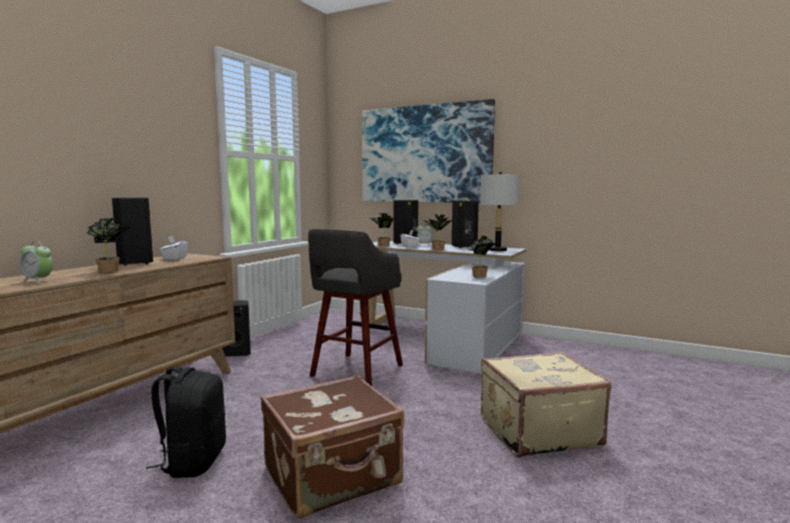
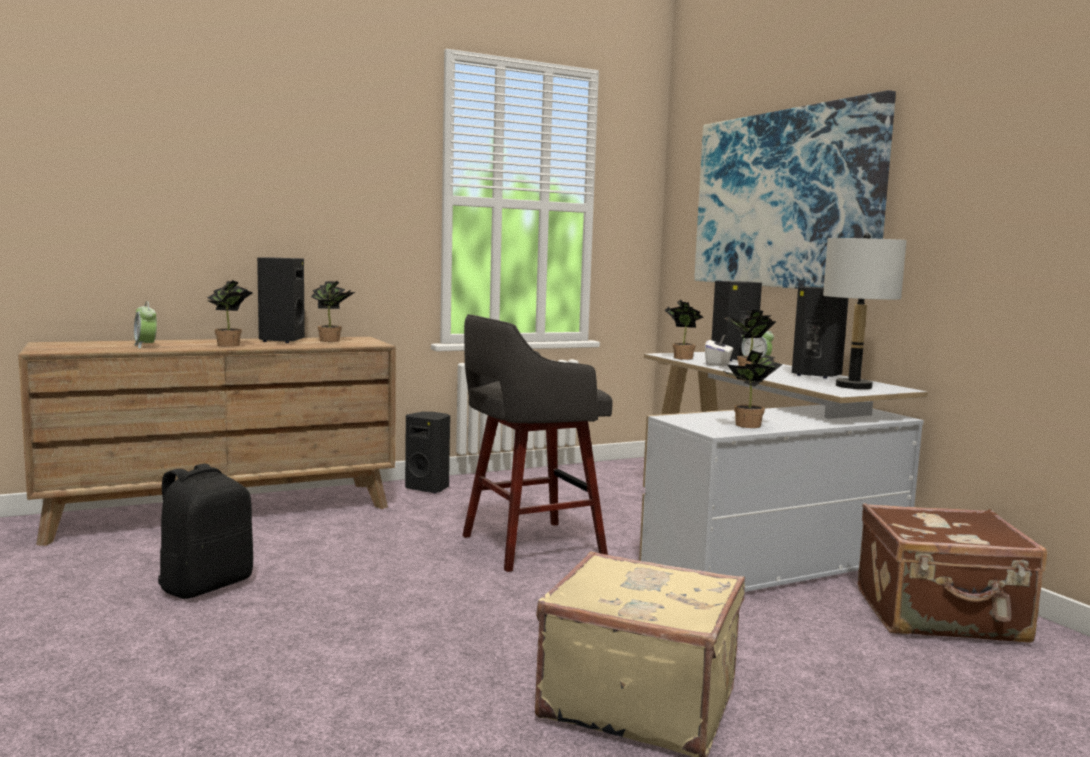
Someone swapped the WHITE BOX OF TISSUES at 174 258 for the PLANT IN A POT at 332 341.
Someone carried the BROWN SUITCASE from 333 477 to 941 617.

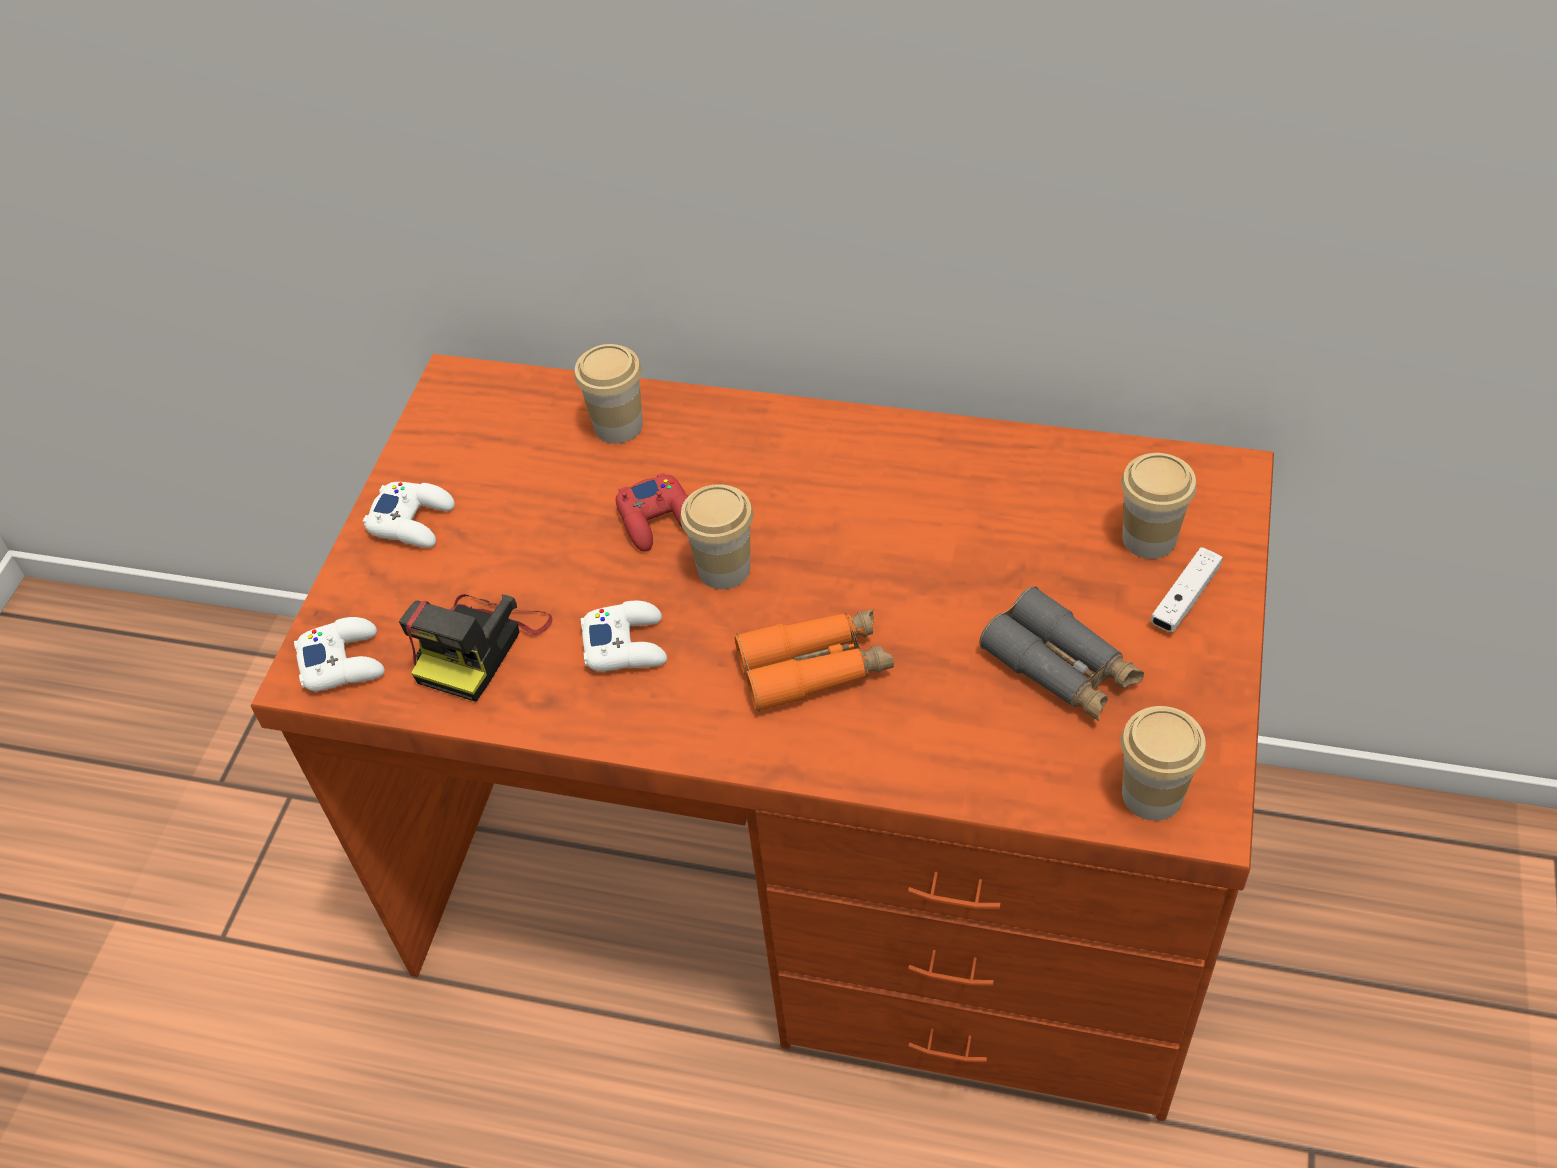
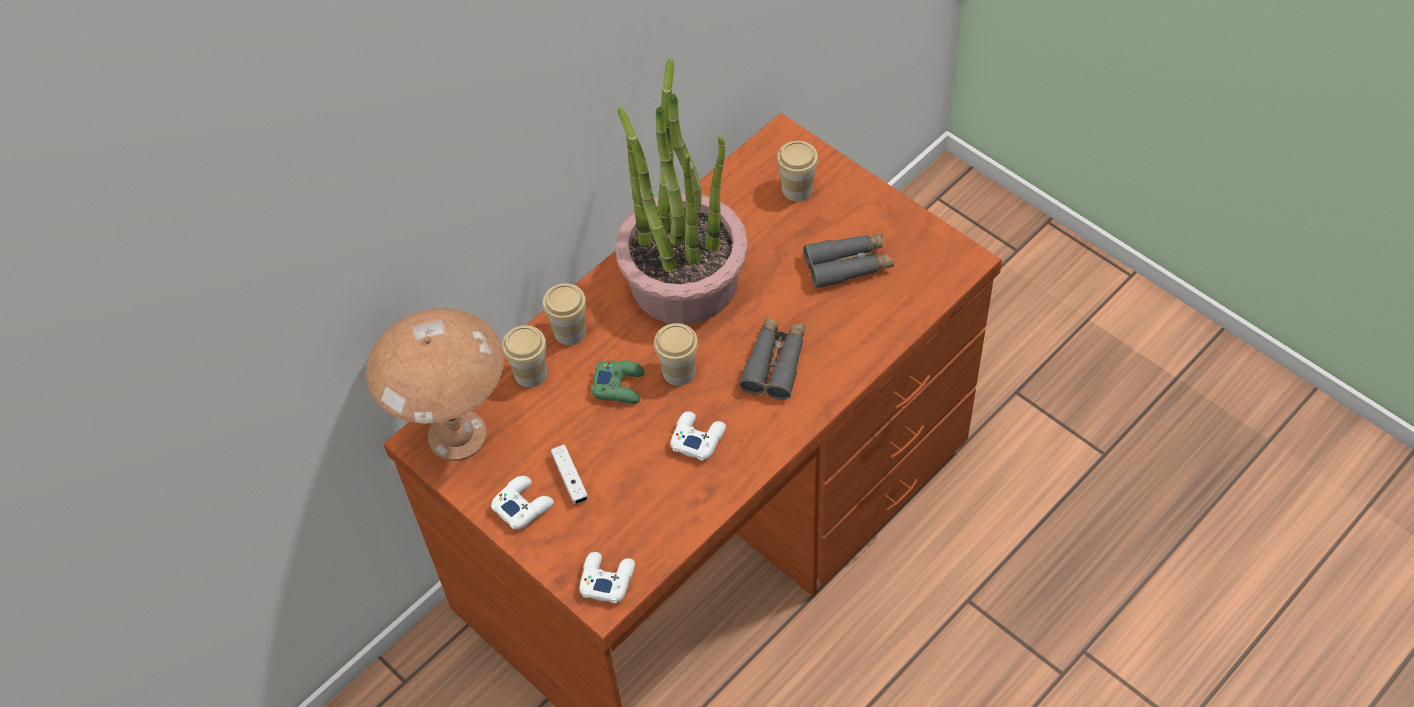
Someone repainted the RED-COLOURED GAME CONTROLLER at 658 519, which became the GREEN-COLOURED GAME CONTROLLER at 619 385.
Someone carried the WHITE GAME CONTROLLER from 1185 598 to 570 479.
Someone took away the STILL CAMERA at 480 646.
Someone repainted the ORANGE-COLOURED FIELD GLASSES at 815 668, which became the GRAY FIELD GLASSES at 775 363.
Someone carried the SMALL CUP from 1152 794 to 570 332.
Someone put down the PLANT IN A POT at 684 279.
Someone put down the BROWN TABLE LAMP at 457 434.

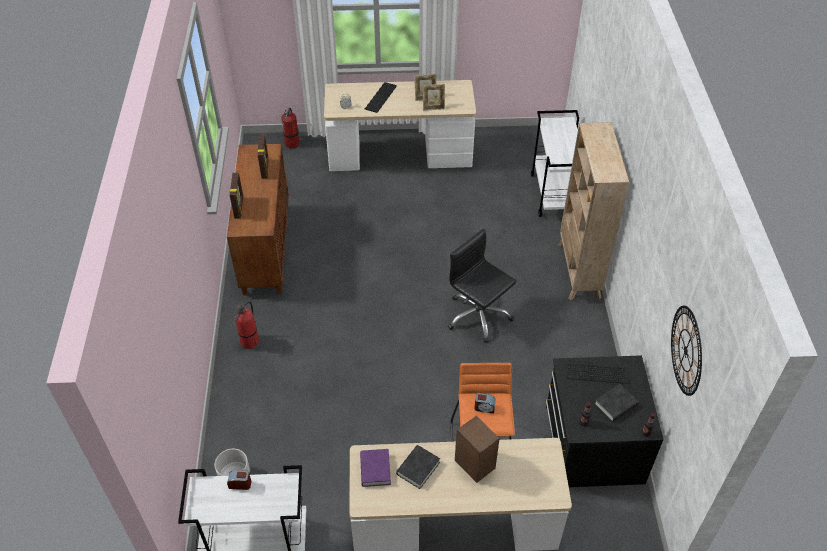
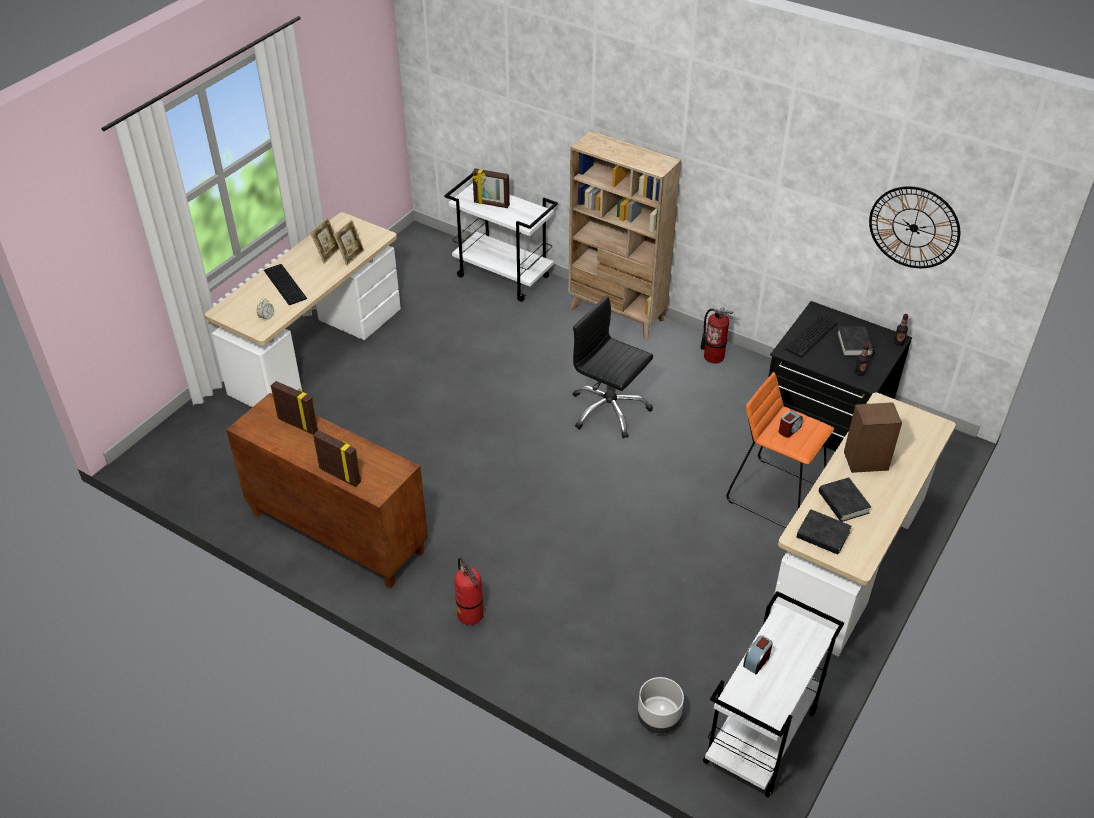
Someone carried the EXTINGUISHER from 292 143 to 713 356.
Someone rotated the BLACK-COLOURED OFFICE CHAIR at 478 316 by 45 degrees clockwise.
Someone repainted the PURPLISH VOLUME at 375 469, which became the BLACK-COLOURED VOLUME at 822 535.
Someone put down the STANDING FRAME at 491 204.

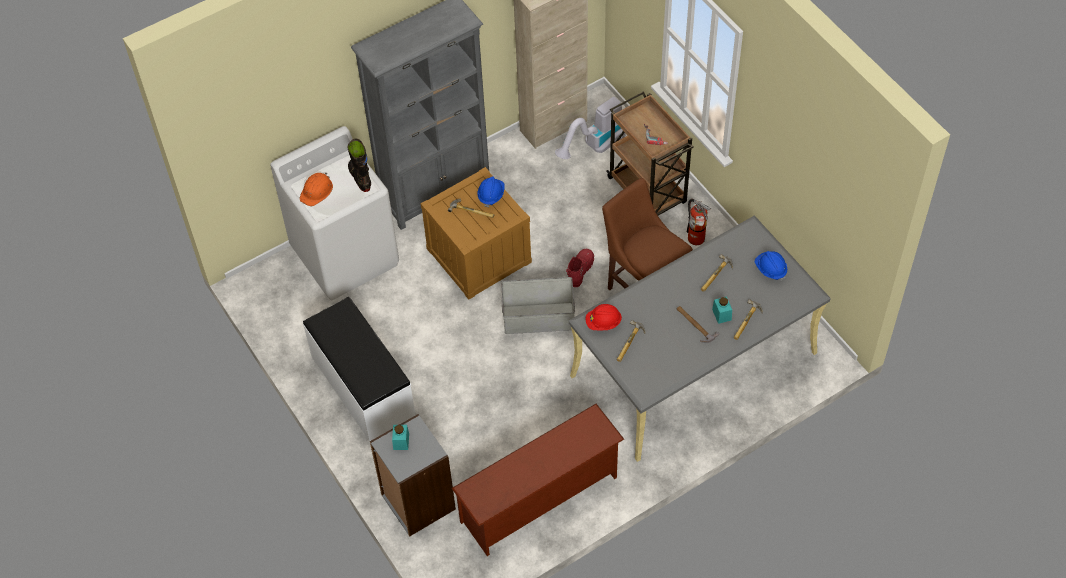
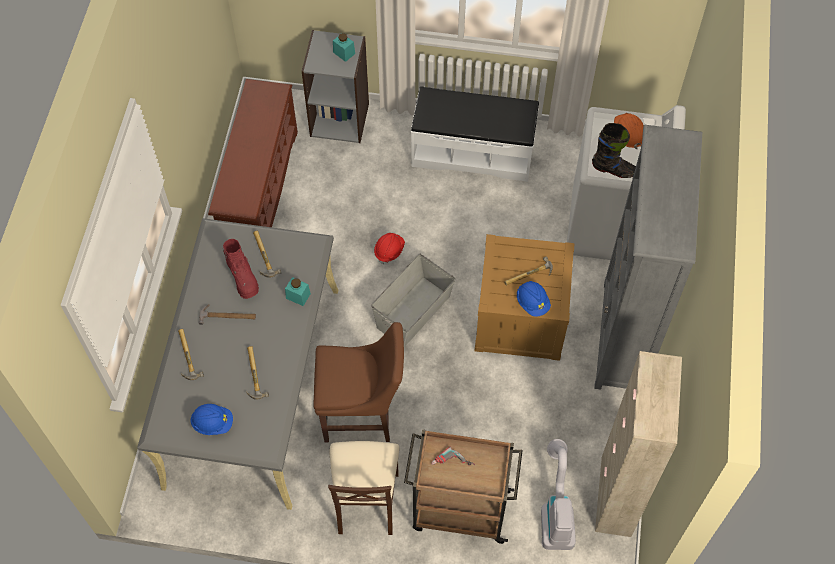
Someone swapped the EXTINGUISHER at 696 240 for the SAND-COLOURED PLAIN CHAIR at 366 501.
Someone carried the RED-COLOURED BOOT from 580 270 to 243 277.
Someone carried the TURQUOISE-COLOURED JAR from 721 314 to 298 296.
Someone carried the RED-COLOURED SAFETY HELMET from 603 323 to 389 251.

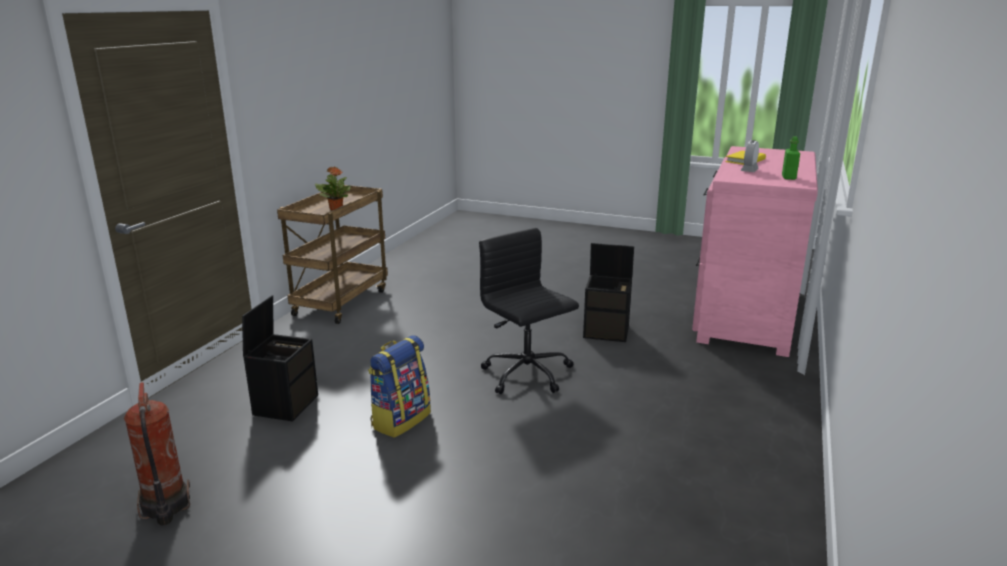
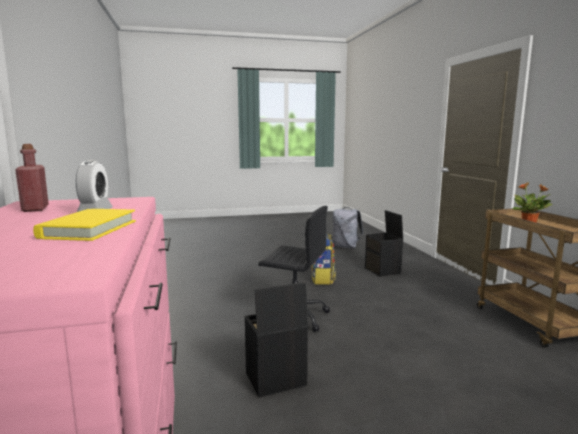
Someone repainted the GREEN-COLOURED BEVERAGE BOTTLE at 788 177, which became the RED-COLOURED BEVERAGE BOTTLE at 35 209.
Someone swapped the EXTINGUISHER at 164 507 for the GRAY BACKPACK at 346 247.

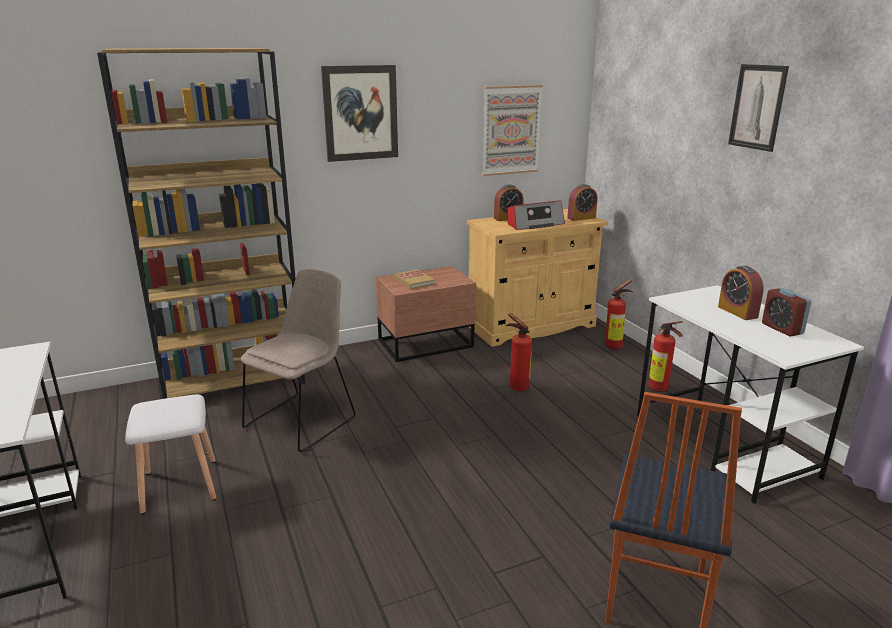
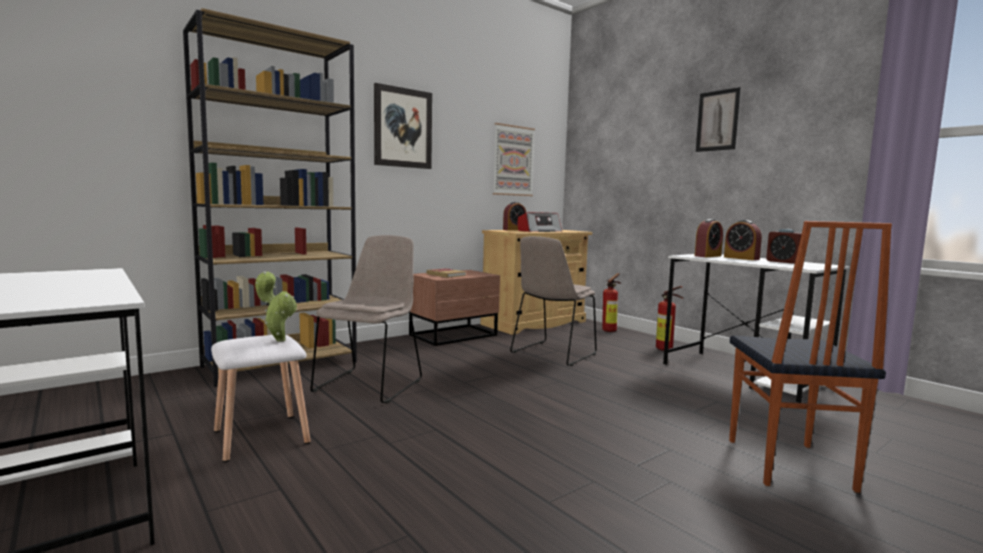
Someone carried the ALARM CLOCK from 581 218 to 707 256.
Someone swapped the EXTINGUISHER at 516 386 for the SAND-COLOURED PLAIN CHAIR at 552 354.
Someone put down the PLANT IN A POT at 278 340.

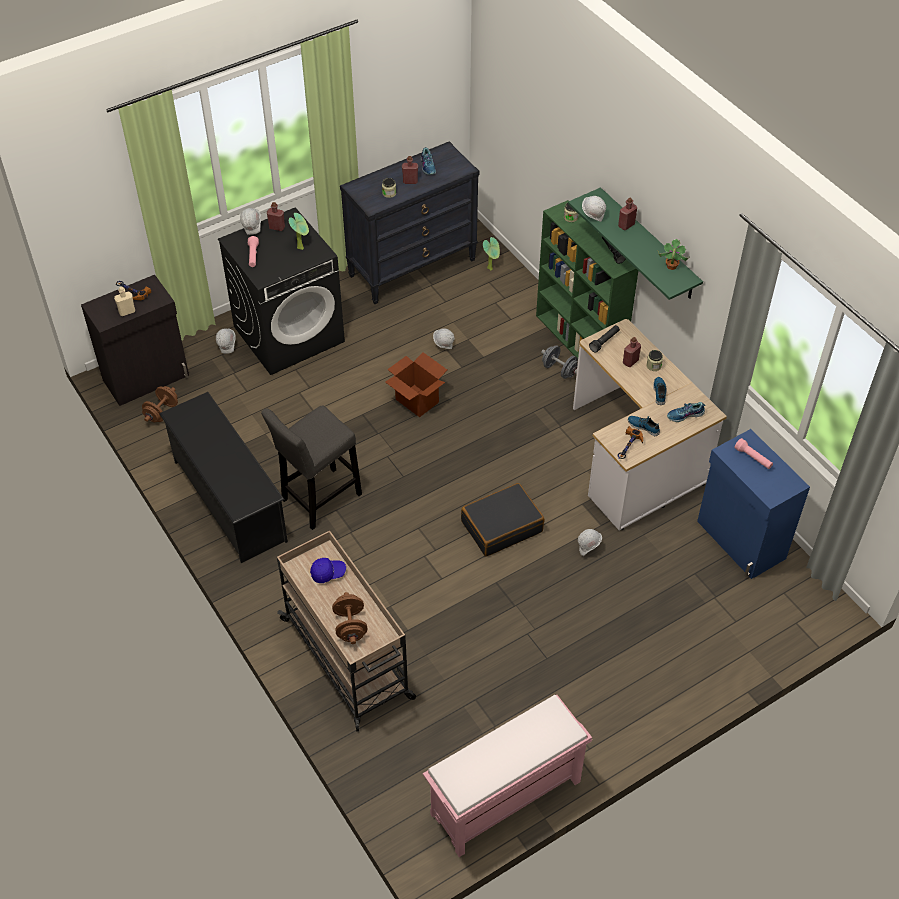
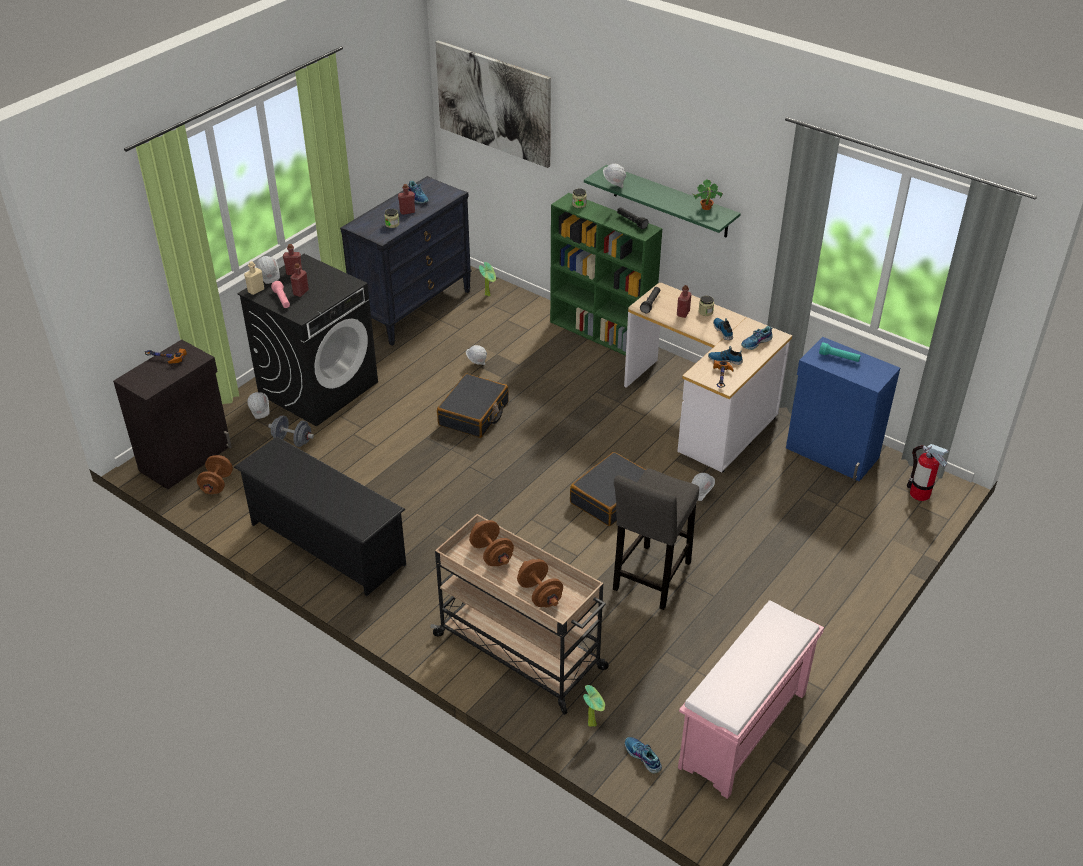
Someone carried the RED-COLOURED BEVERAGE BOTTLE from 626 225 to 301 292.
Someone carried the PLANT IN A POT from 301 247 to 593 723.
Someone carried the SAND-COLOURED BEVERAGE BOTTLE from 127 311 to 256 290.
Someone carried the GRAY HAND WEIGHT from 559 370 to 292 441.
Someone swapped the CARDBOARD BOX at 416 401 for the BLACK-COLOURED SUITCASE at 474 414.
Someone carried the GRAY STOOL SEAT from 318 500 to 650 579.
Someone repainted the PINK-COLOURED HAND TORCH at 753 458, which became the TURQUOISE-COLOURED HAND TORCH at 839 358.
Someone swapped the BLUISH CAP at 328 573 for the BROWN HAND WEIGHT at 491 554.
Someone put up the WALL PICTURE at 494 103.
Someone put down the EXTINGUISHER at 919 493.
Someone put down the ITEM OF FOOTWEAR at 642 757.

